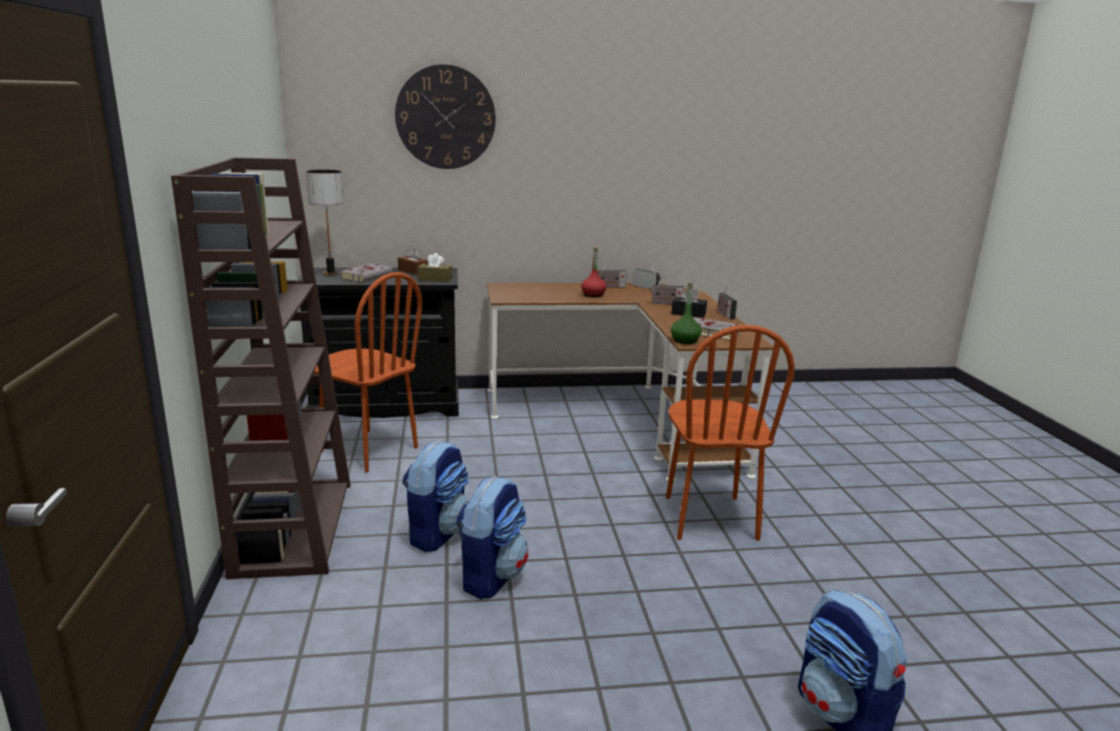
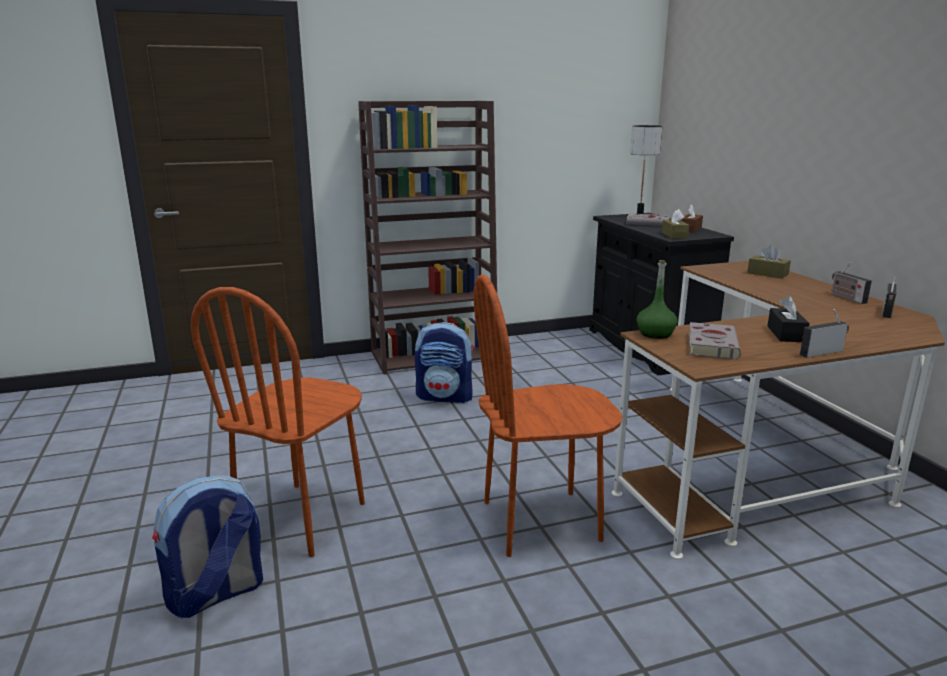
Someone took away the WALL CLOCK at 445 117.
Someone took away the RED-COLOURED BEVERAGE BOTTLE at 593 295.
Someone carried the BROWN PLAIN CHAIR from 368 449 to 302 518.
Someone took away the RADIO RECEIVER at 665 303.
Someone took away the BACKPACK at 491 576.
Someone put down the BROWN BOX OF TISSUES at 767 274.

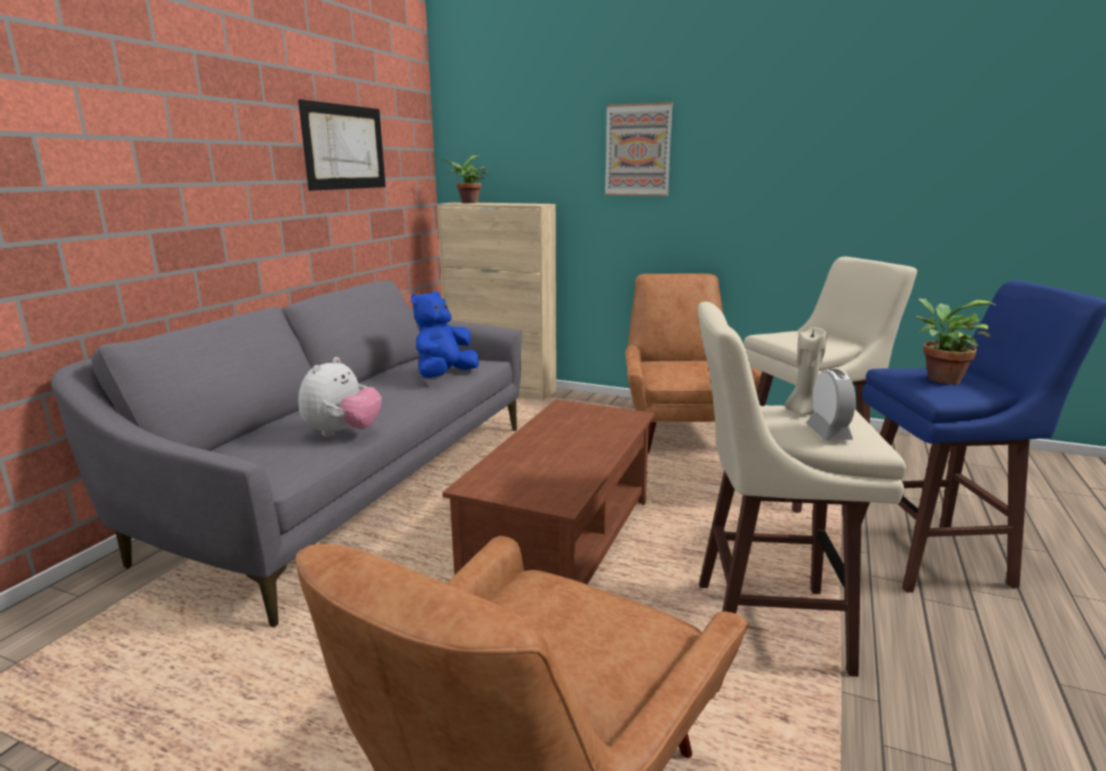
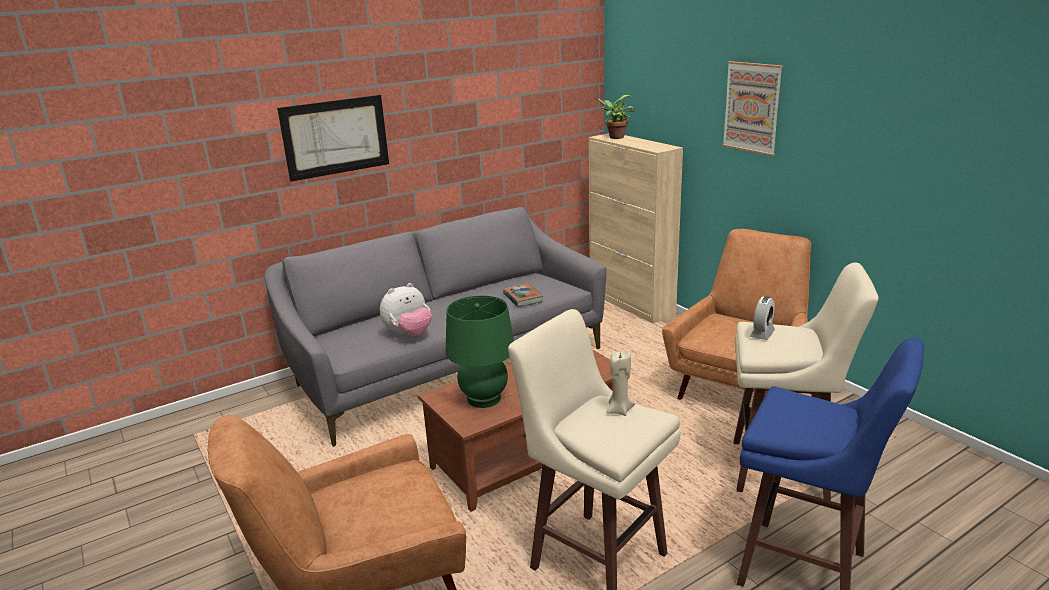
Someone carried the WALL PICTURE from 345 147 to 335 137.
Someone swapped the BLUISH SOFT TOY at 445 376 for the VOLUME at 523 298.
Someone took away the PLANT IN A POT at 938 379.
Someone carried the ALARM CLOCK from 828 432 to 762 334.
Someone put down the GREEN-COLOURED TABLE LAMP at 484 399.

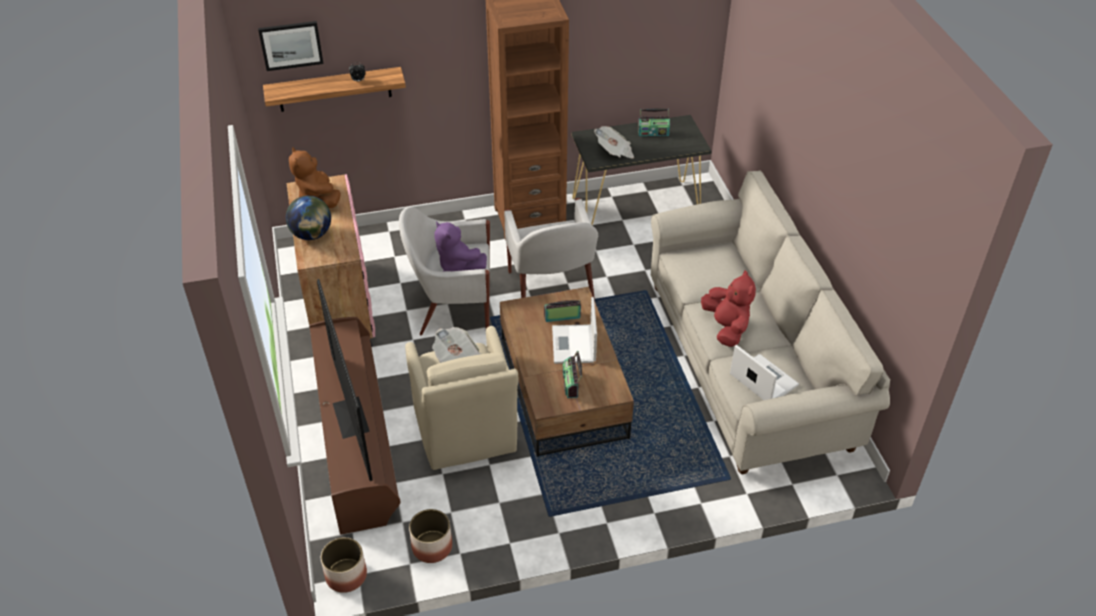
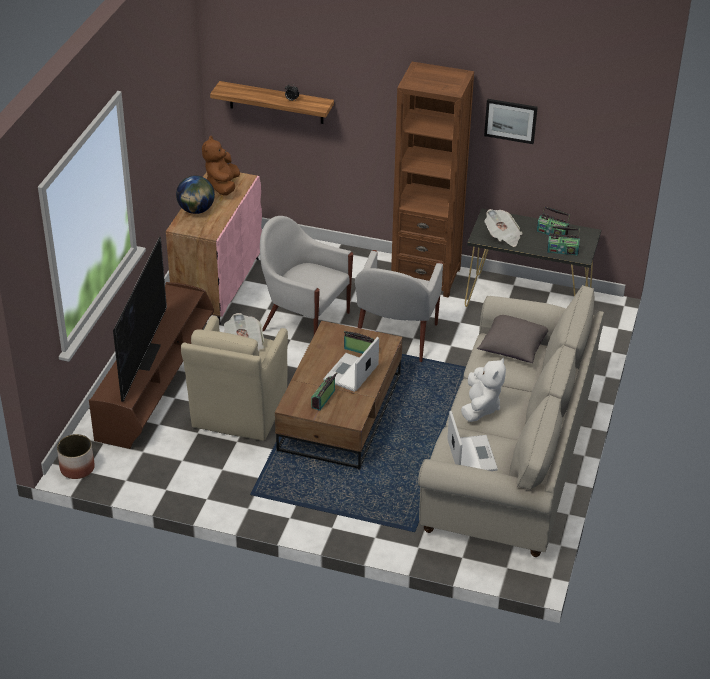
Someone carried the WALL PICTURE from 291 45 to 510 120.
Someone took away the PURPLISH SOFT TOY at 457 266.
Someone repainted the RED-COLOURED SOFT TOY at 726 327, which became the WHITE SOFT TOY at 480 407.
Someone took away the PLANTER at 431 546.
Someone put down the RADIO RECEIVER at 562 250.
Someone put down the GRAY PILLOW at 512 347.

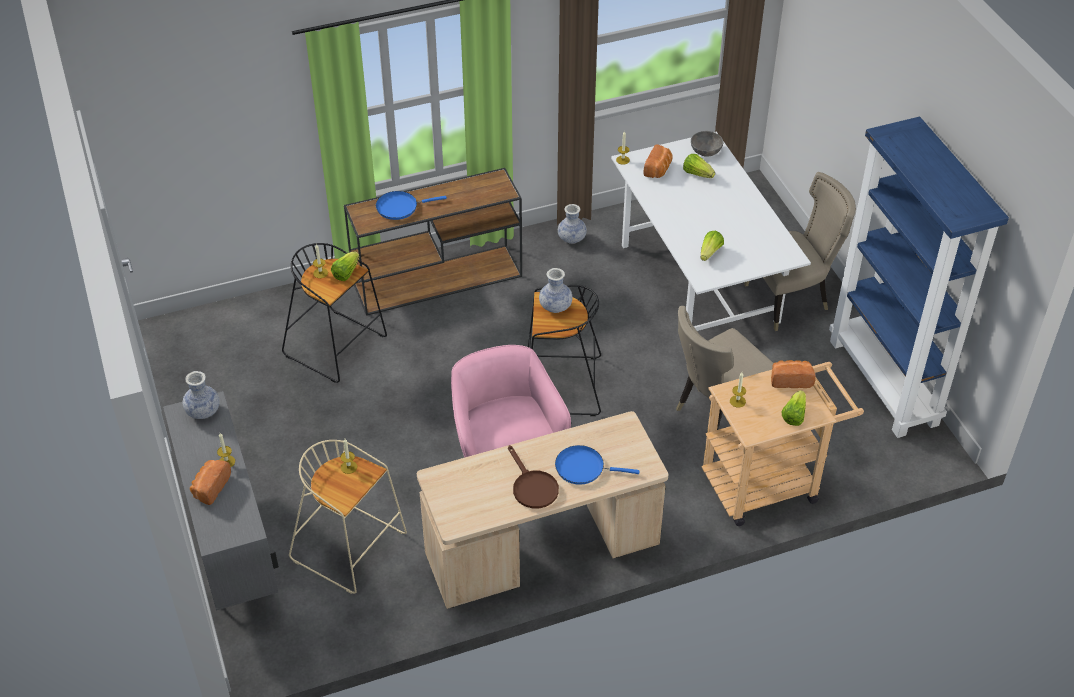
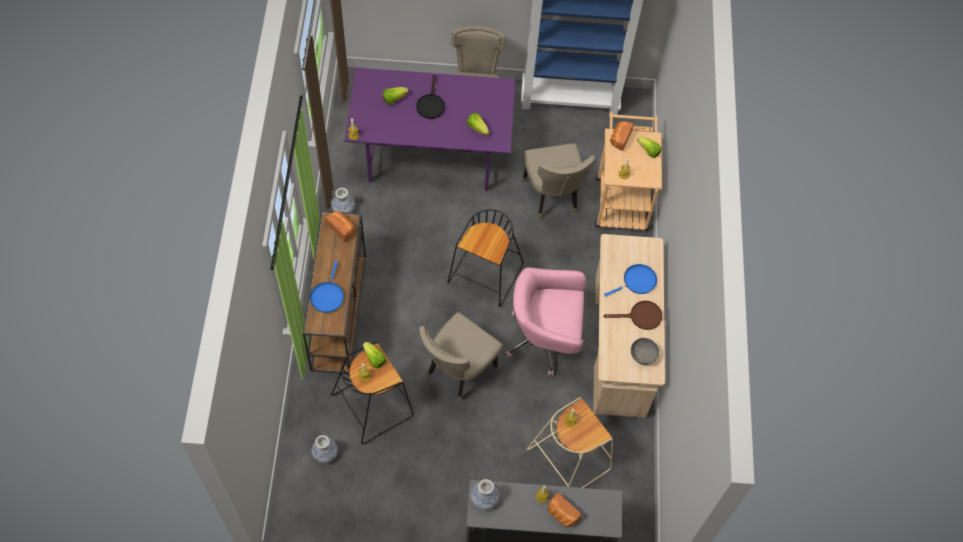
Someone carried the GRAY BOWL from 705 151 to 643 355.
Someone repainted the WHITE KITCHEN TABLE at 697 282, which became the PURPLISH KITCHEN TABLE at 430 154.
Someone carried the BAKED BREAD from 658 170 to 342 228.
Someone carried the VASE from 555 306 to 325 453.
Someone rotated the BLUISH PAN at 583 468 by 150 degrees counterclockwise.
Someone put down the BLACK-COLOURED PAN at 430 104.
Someone put down the SAND-COLOURED PLAIN CHAIR at 457 372.

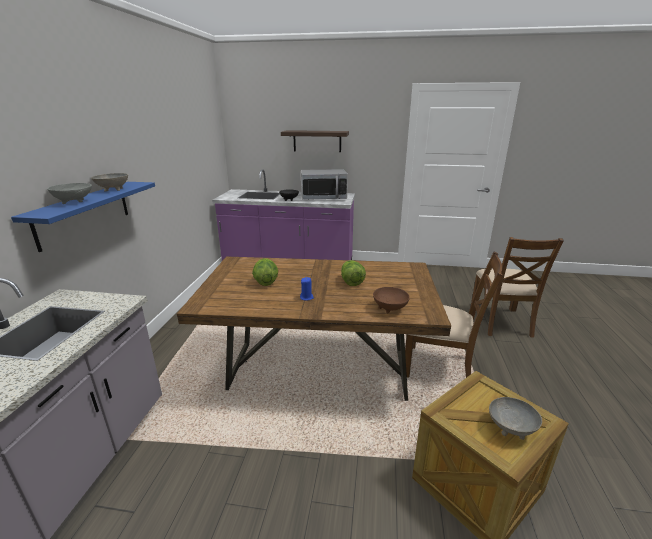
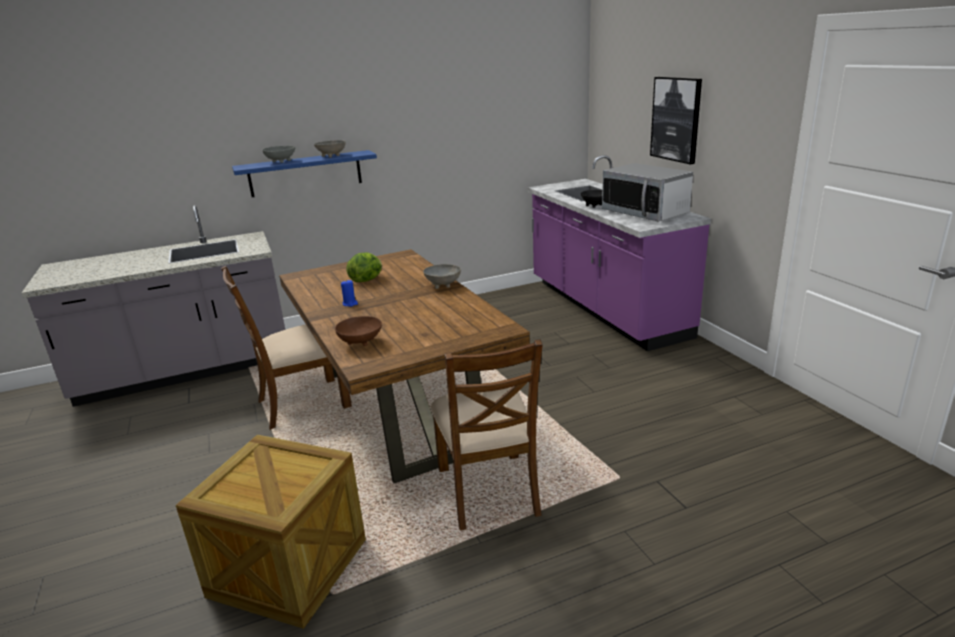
Someone swapped the WALL SHELF at 317 141 for the WALL PICTURE at 676 119.
Someone carried the BROWN PLAIN CHAIR from 501 322 to 302 403.
Someone took away the LETTUCE at 351 281.
Someone carried the GRAY BOWL from 511 428 to 443 285.

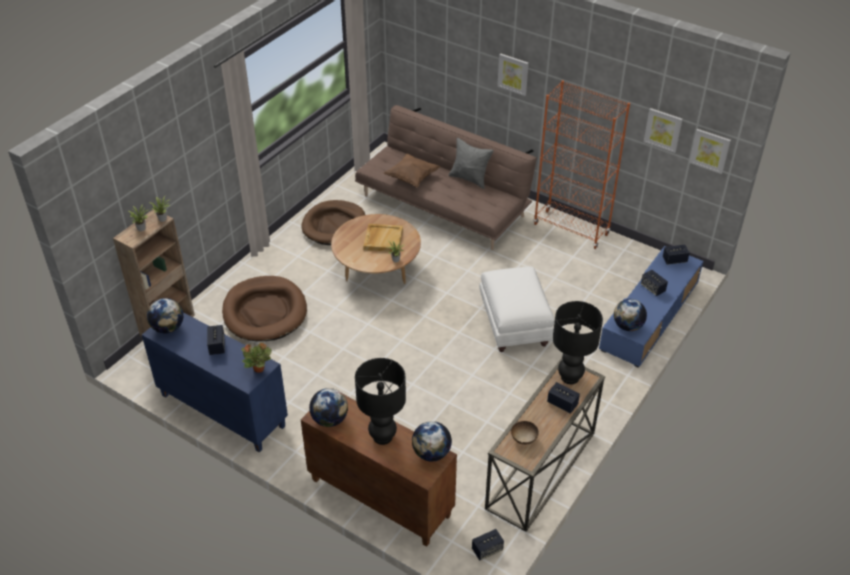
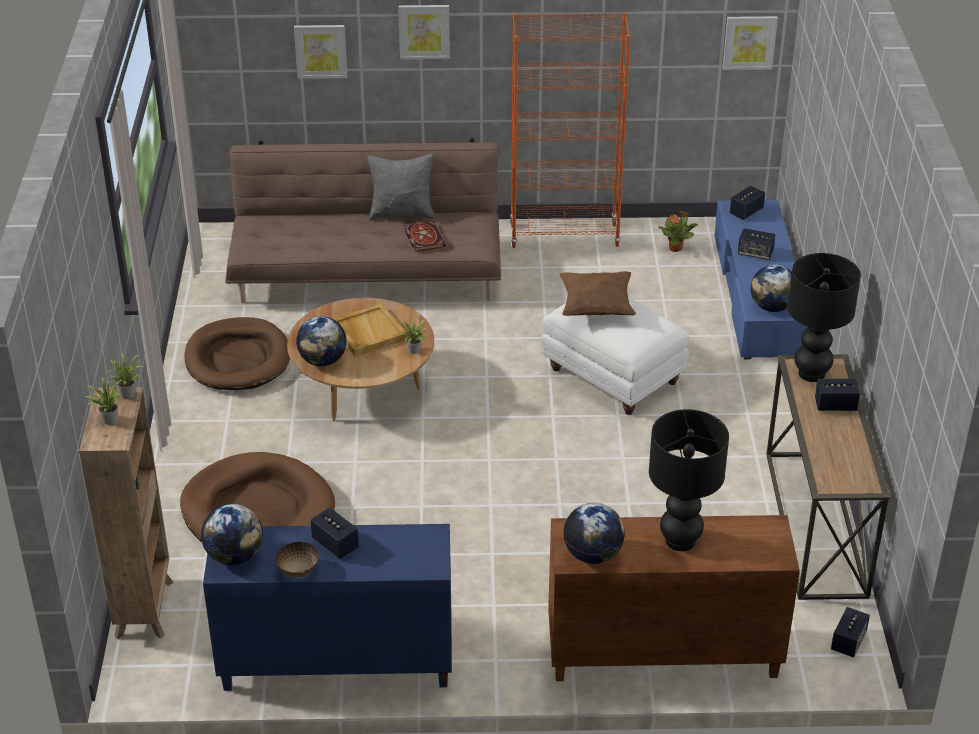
Someone carried the WALL PICTURE from 663 129 to 320 51.
Someone carried the BROWN PILLOW from 412 178 to 596 307.
Someone carried the PLANT IN A POT from 259 369 to 676 248.
Someone carried the WORLD GLOBE from 431 453 to 322 361.
Someone carried the BOWL from 523 439 to 298 570.
Someone put down the VOLUME at 423 237.

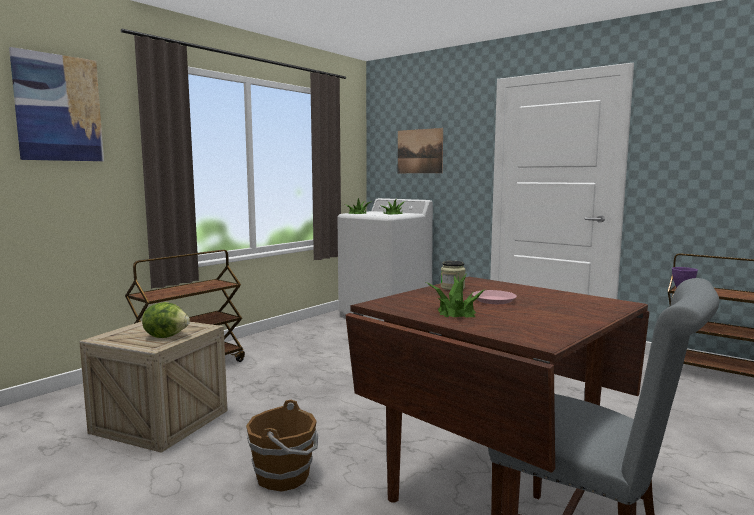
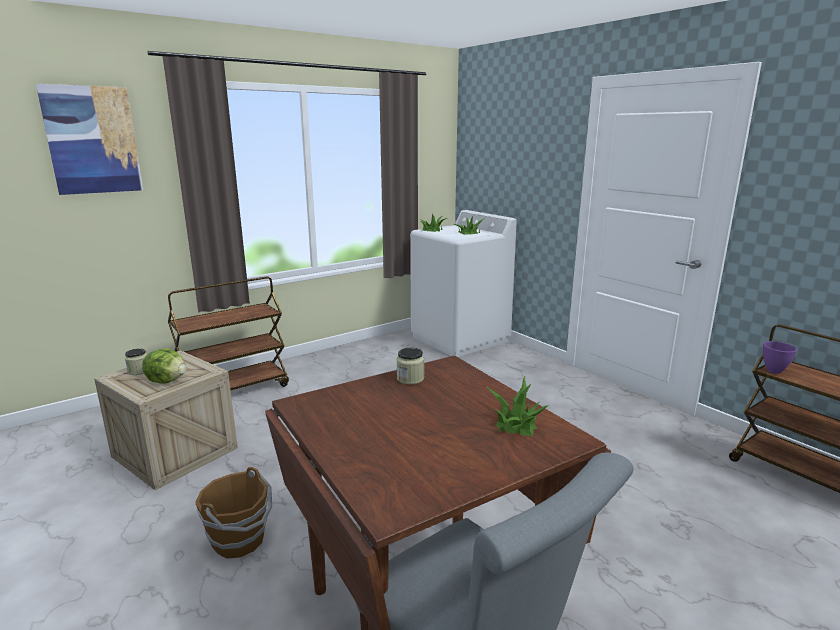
Someone took away the WALL PICTURE at 419 151.
Someone carried the PLANT IN A POT from 456 312 to 517 422.
Someone took away the PINK-COLOURED DINNER PLATE at 493 300.
Someone put down the JAR at 138 371.

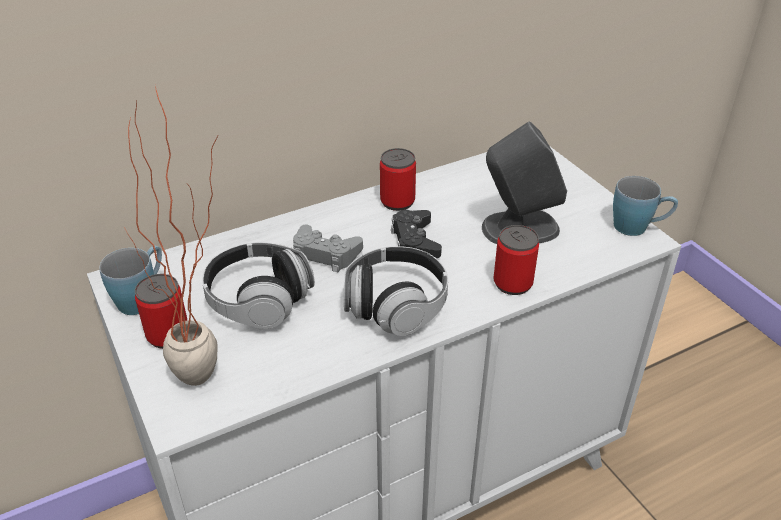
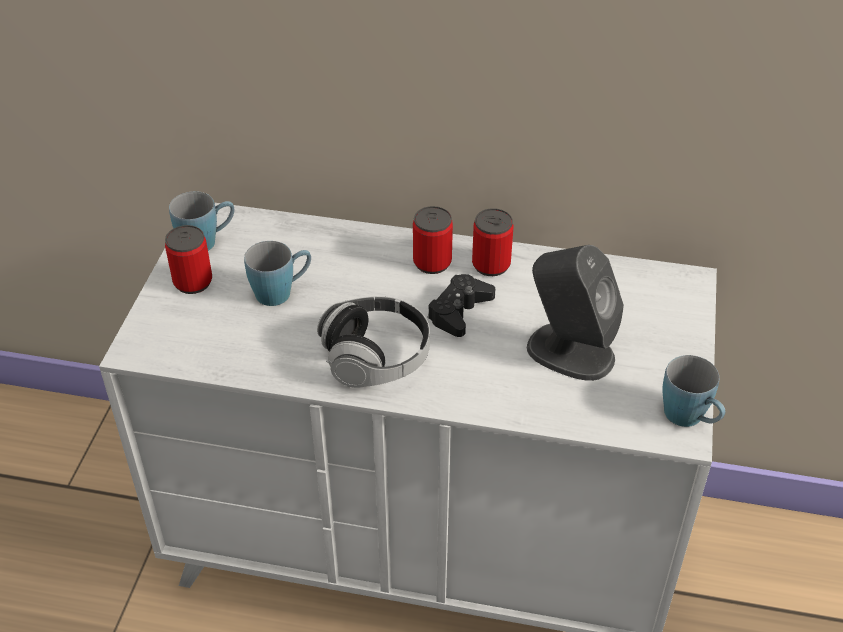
Someone took away the PLANT IN A POT at 212 380.
Someone took away the GRAY GAME CONTROLLER at 325 254.
Someone carried the METAL CAN from 512 283 to 432 262.
Someone swapped the HEADSET at 259 300 for the BLUISH MUG at 281 291.

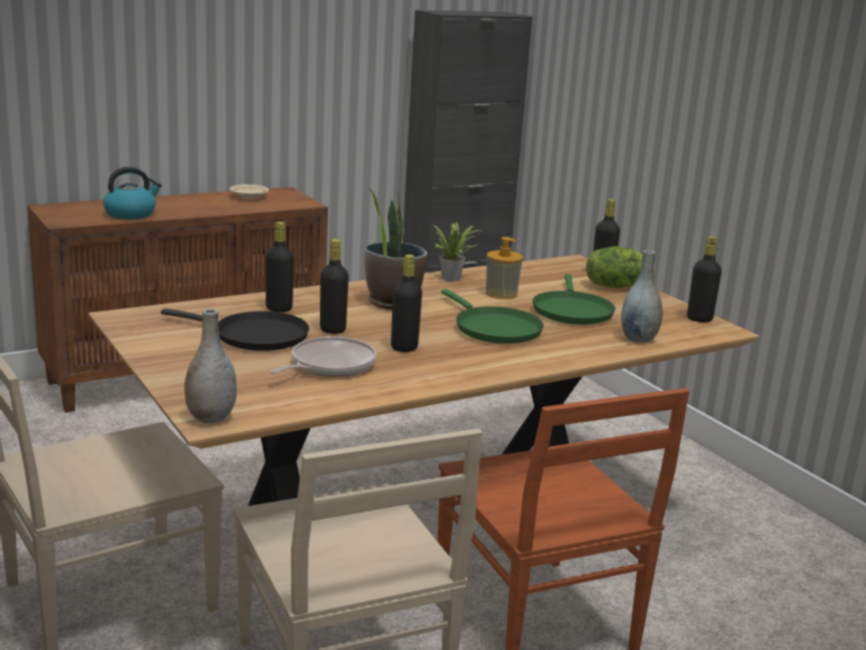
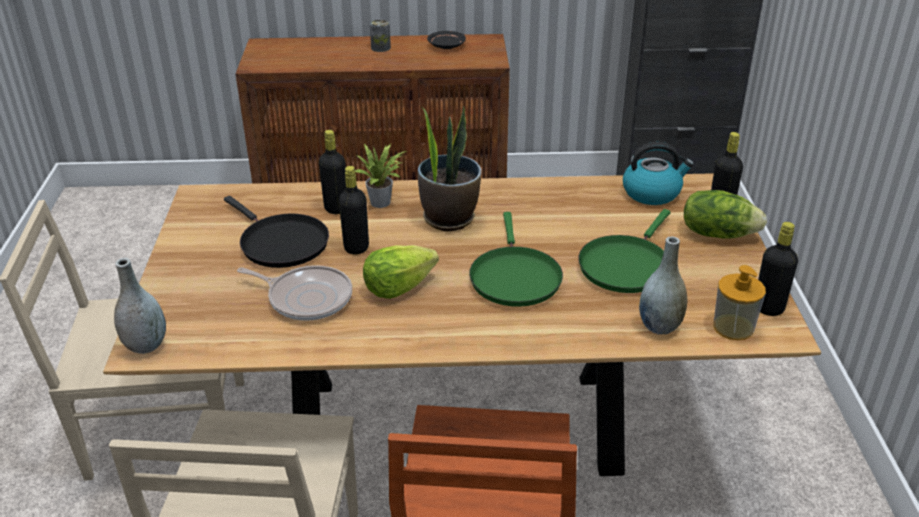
Someone carried the KETTLE from 131 214 to 652 192.
Someone repainted the SAND-COLOURED DINNER PLATE at 249 197, which became the BLACK-COLOURED DINNER PLATE at 446 46.
Someone carried the PLANT IN A POT from 453 278 to 383 202.
Someone carried the SOAP DISPENSER from 501 294 to 733 327.
Someone swapped the BLACK-COLOURED BEVERAGE BOTTLE at 404 347 for the LETTUCE at 398 287.
Someone rotated the PAN at 329 365 by 45 degrees clockwise.
Someone put down the METAL CAN at 380 48.

